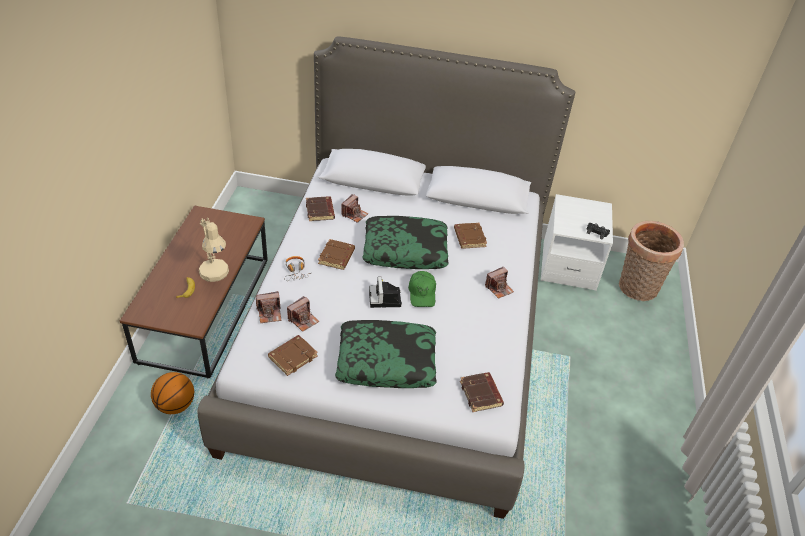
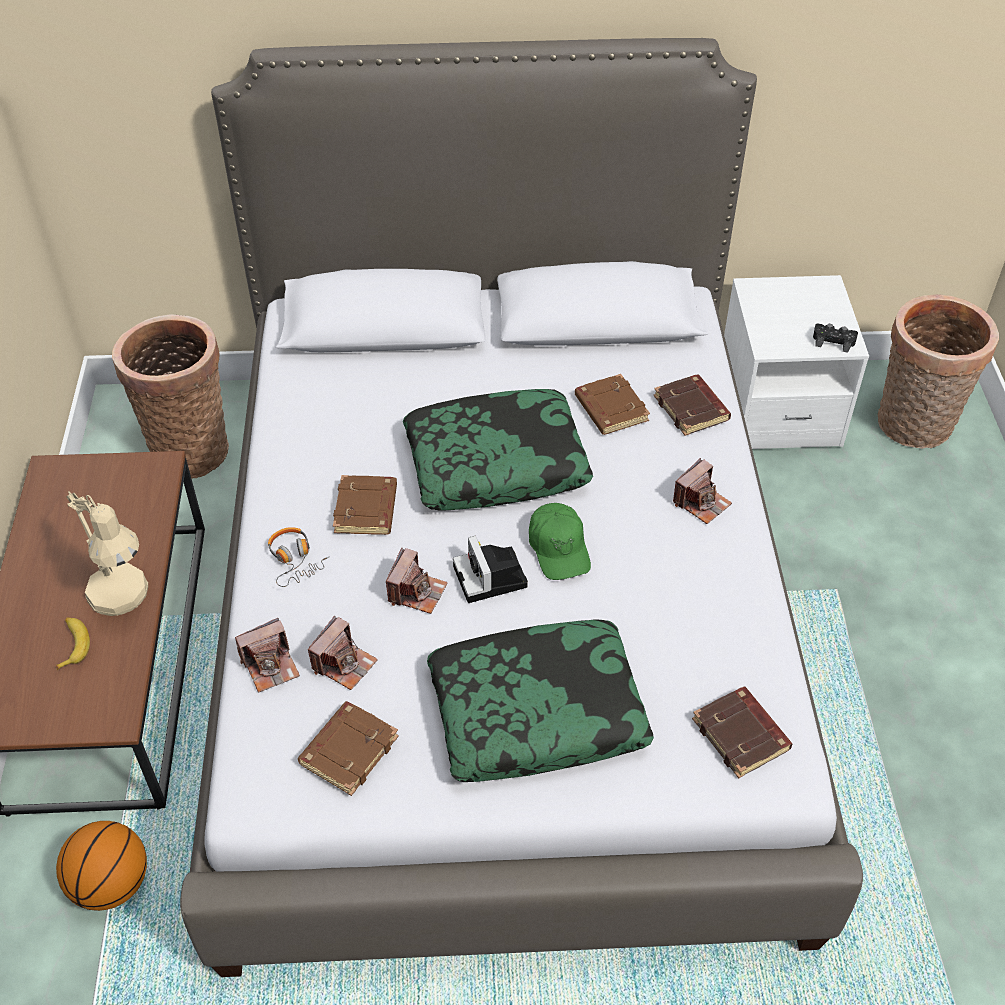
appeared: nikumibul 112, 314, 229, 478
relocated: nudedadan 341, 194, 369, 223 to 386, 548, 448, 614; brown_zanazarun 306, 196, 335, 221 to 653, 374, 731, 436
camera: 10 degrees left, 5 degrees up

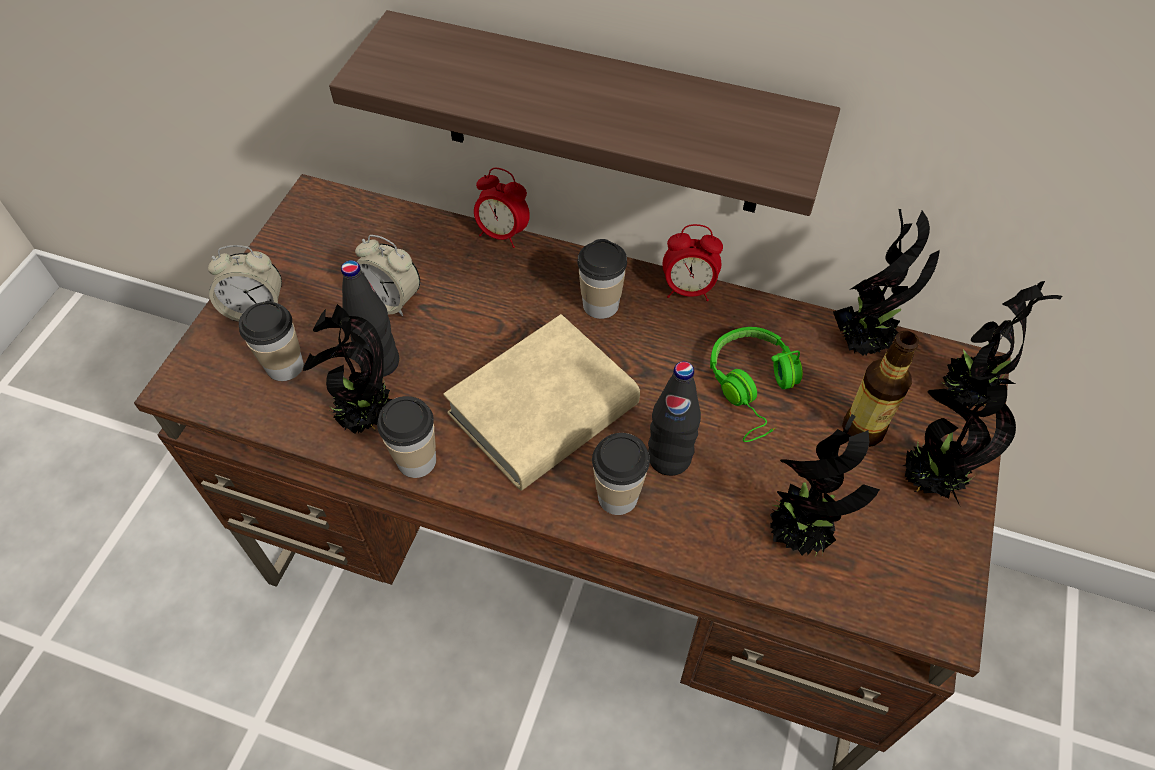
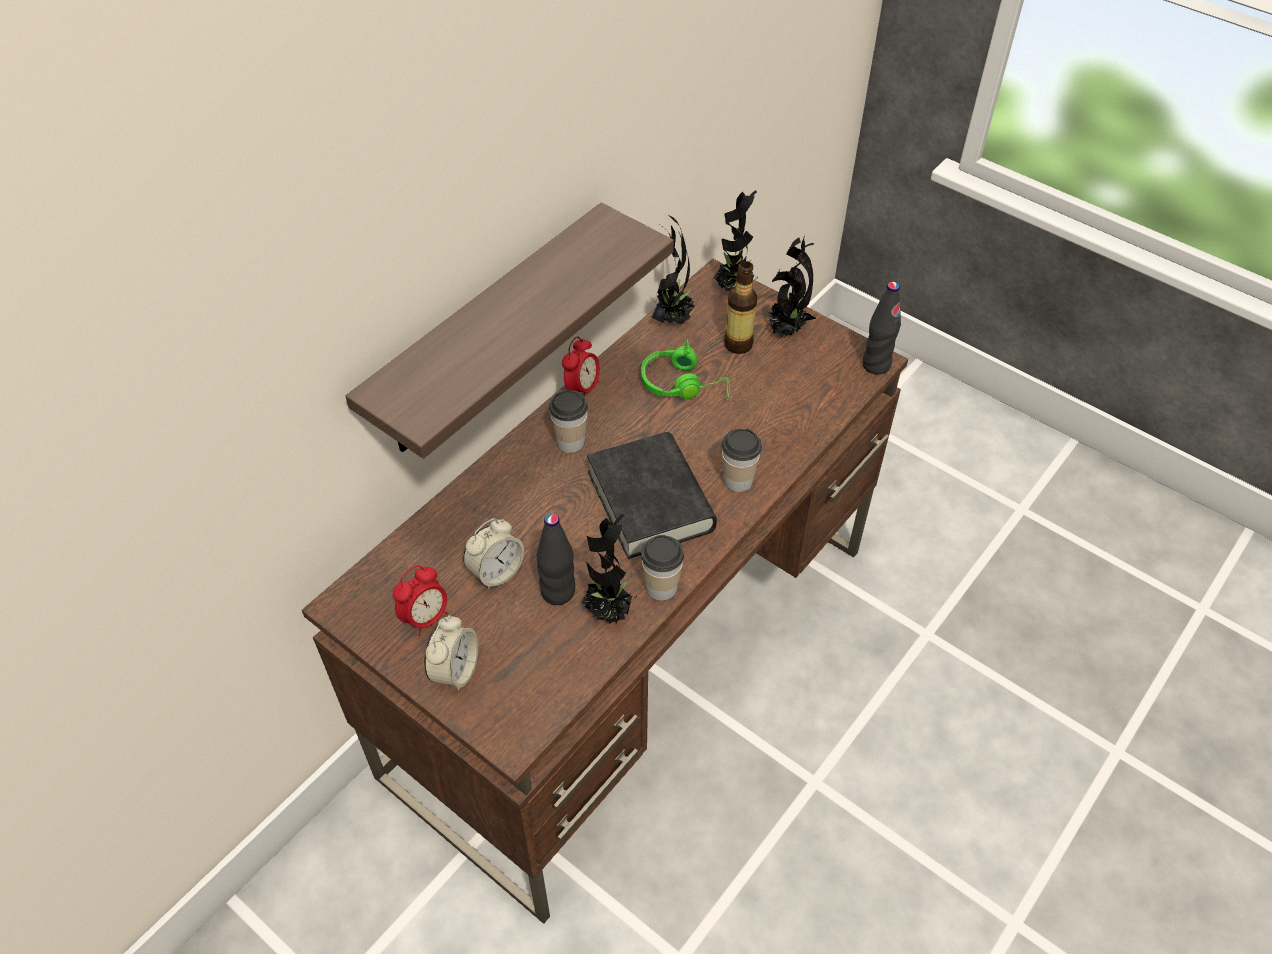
missing: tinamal 239, 301, 304, 381; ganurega 770, 414, 880, 556
relocated: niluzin 474, 168, 530, 248 to 393, 566, 448, 636; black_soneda 648, 361, 701, 476 to 862, 282, 901, 374
colour: beige_zanazarun 443, 314, 640, 490 to black_zanazarun 587, 432, 717, 559
camera: 70 degrees left, 5 degrees down

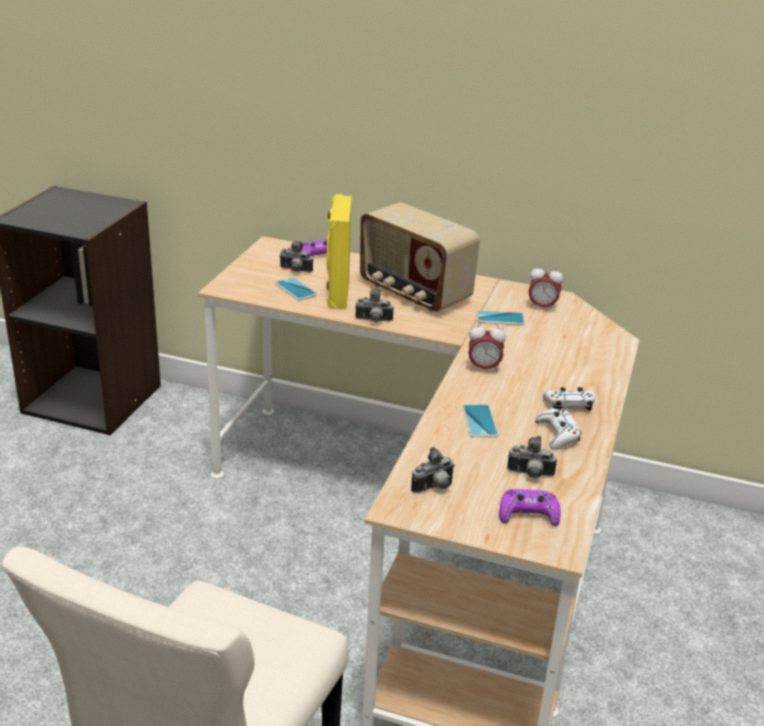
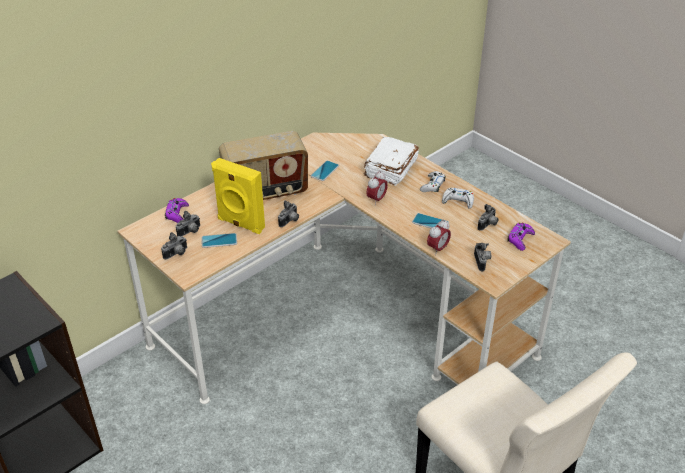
appeared: nudedadan 161, 232, 187, 259; white_zanazarun 364, 137, 419, 186
relocated: niluzin 528, 264, 563, 311 to 427, 219, 451, 255
camera: 60 degrees left, 10 degrees up

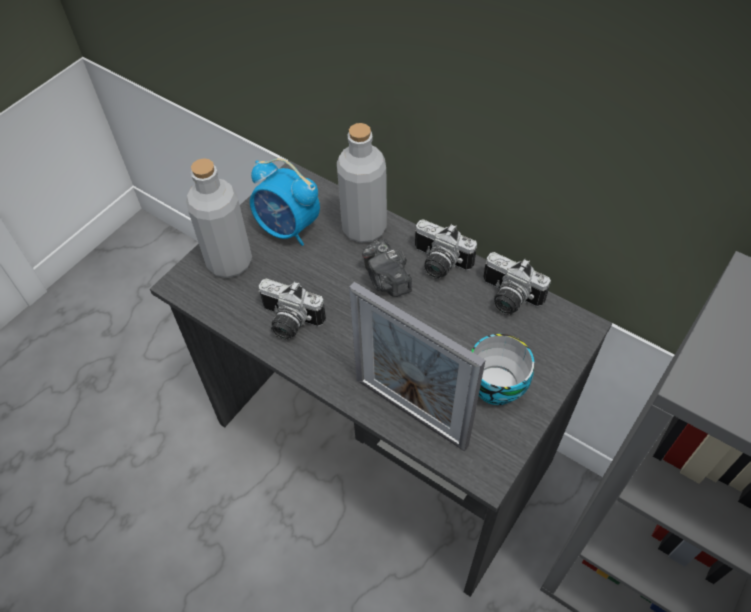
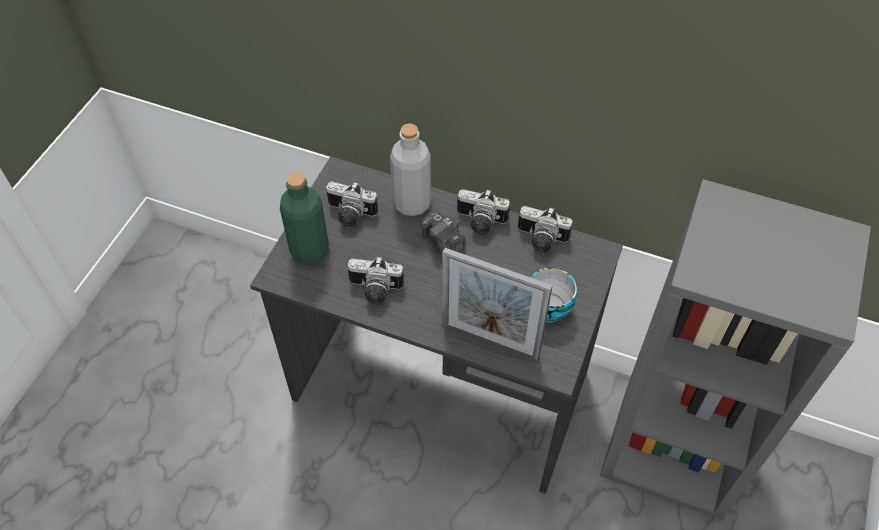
exchanged: niluzin 250, 158, 320, 246 to nudedadan 326, 181, 378, 227
colour: grey_soneda 186, 158, 252, 278 to green_soneda 280, 172, 329, 264
camera: 15 degrees left, 0 degrees up

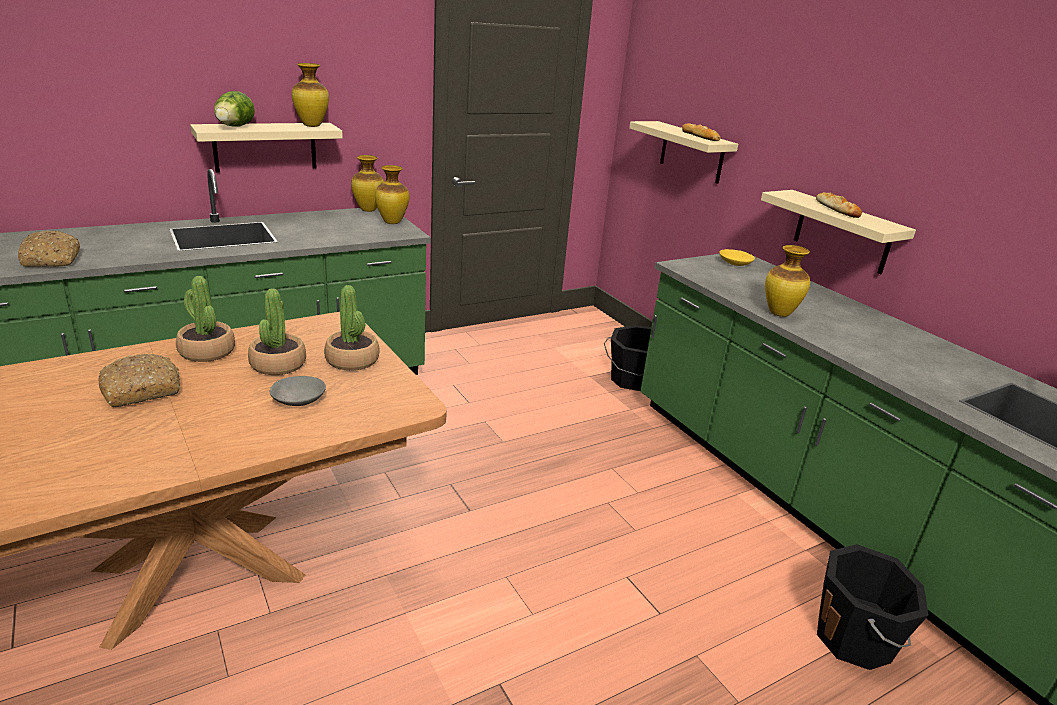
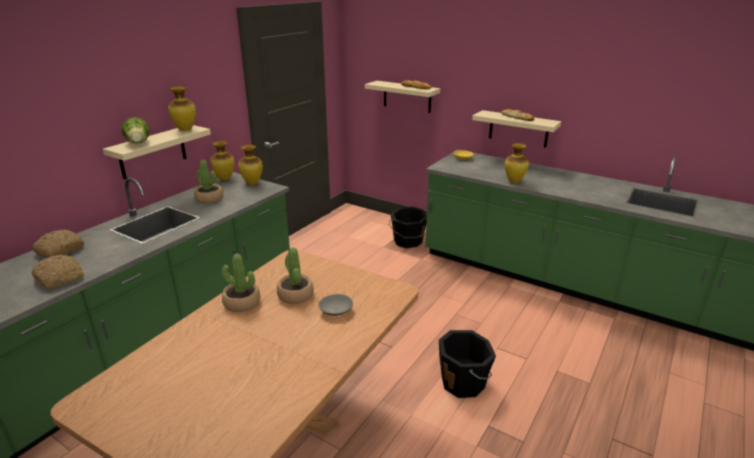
relocated: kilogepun 99, 354, 180, 407 to 33, 230, 84, 258; ganurega 324, 285, 380, 371 to 195, 160, 223, 204; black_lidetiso 817, 544, 929, 670 to 439, 330, 496, 398
camera: 25 degrees left, 0 degrees up

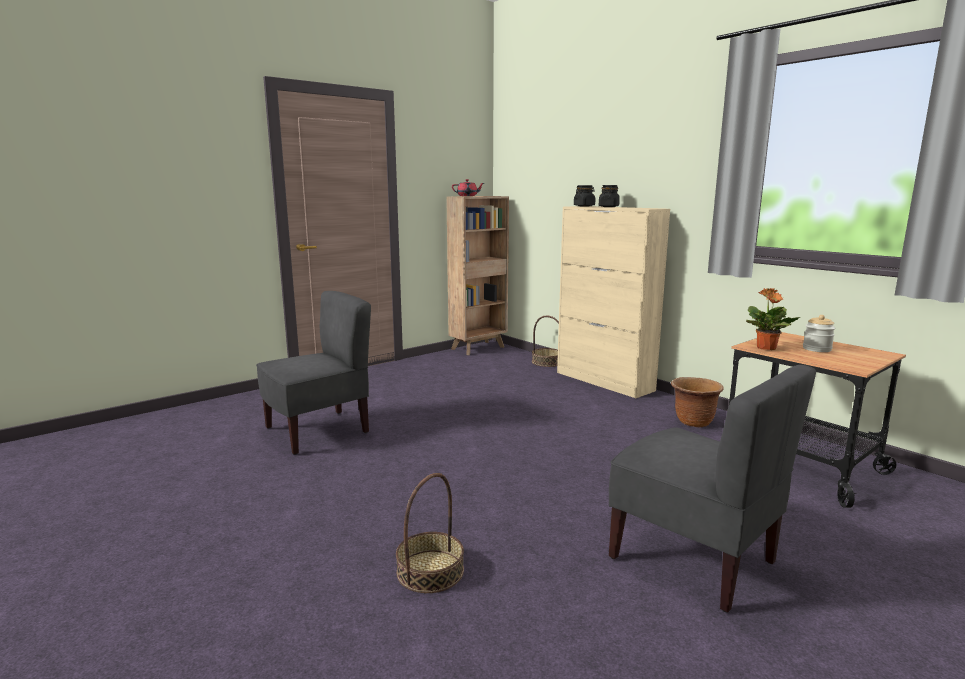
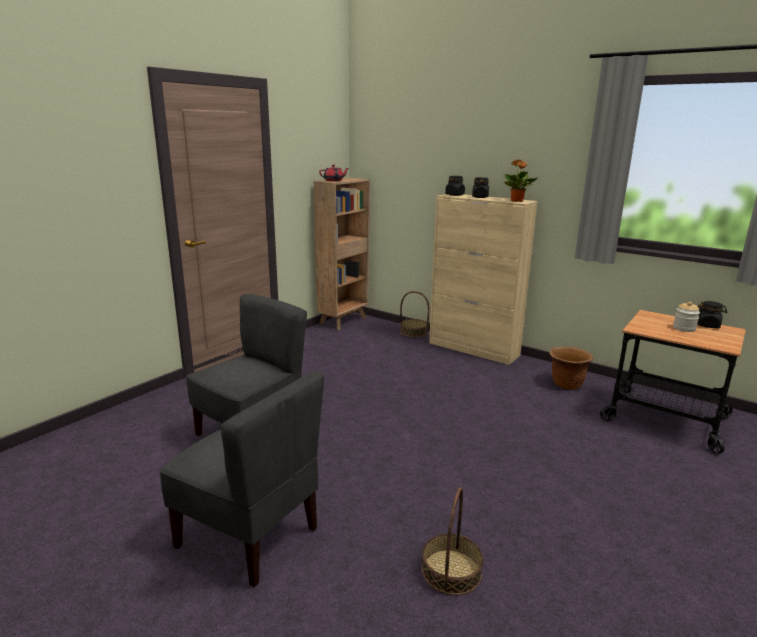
appeared: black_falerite 697, 301, 727, 328
relocated: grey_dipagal 609, 365, 816, 613 to 159, 371, 324, 587; ganurega 746, 288, 800, 350 to 504, 160, 538, 202
camera: 15 degrees left, 5 degrees up

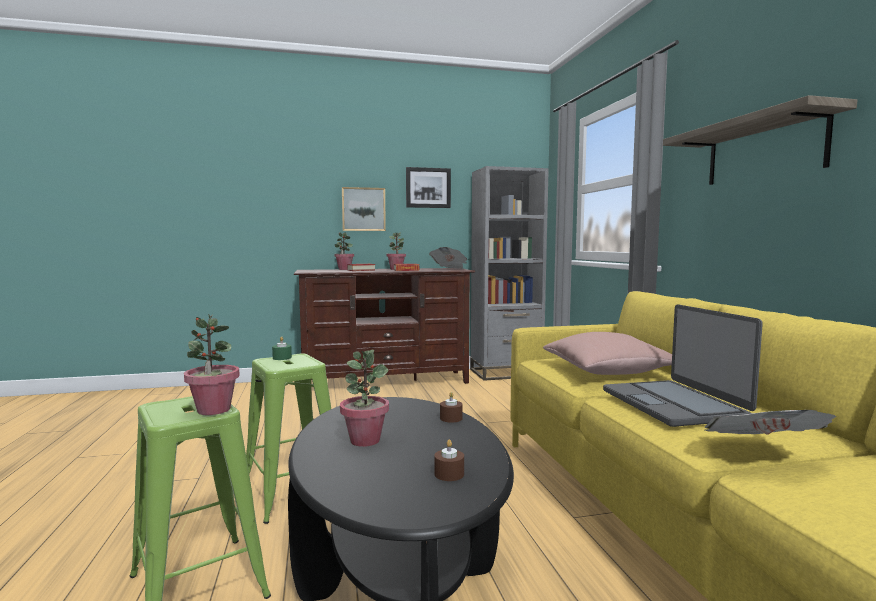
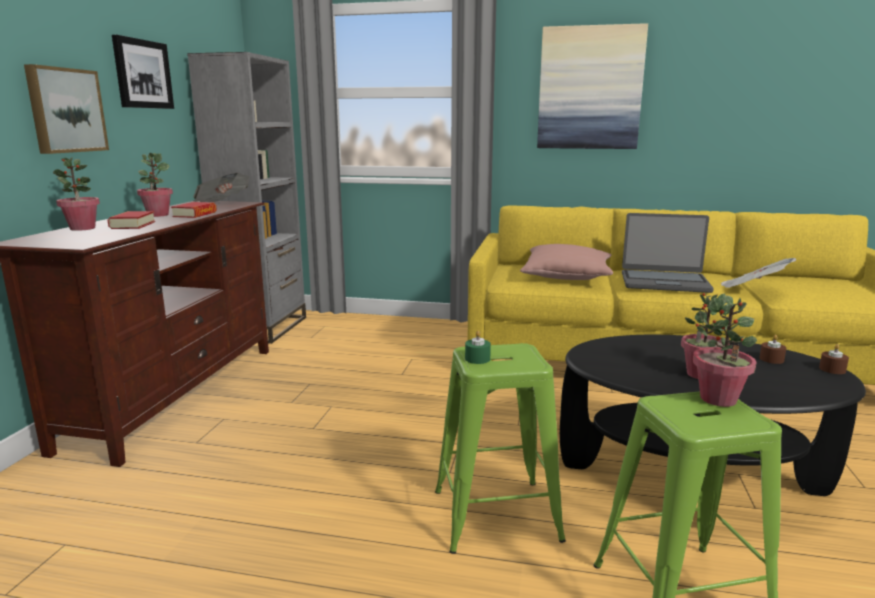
relocated: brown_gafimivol 440, 392, 463, 423 to 819, 344, 849, 374
exchanged: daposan 663, 95, 857, 185 to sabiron 537, 23, 648, 149
camera: 65 degrees left, 10 degrees up

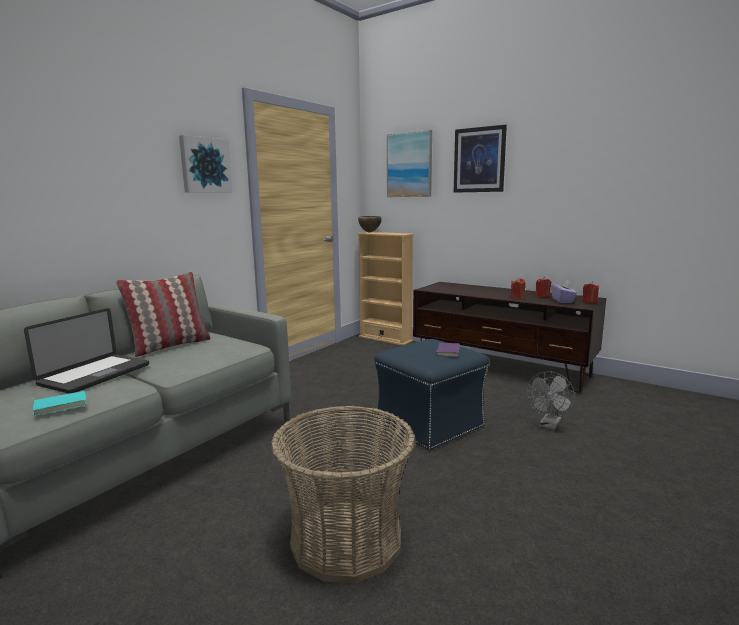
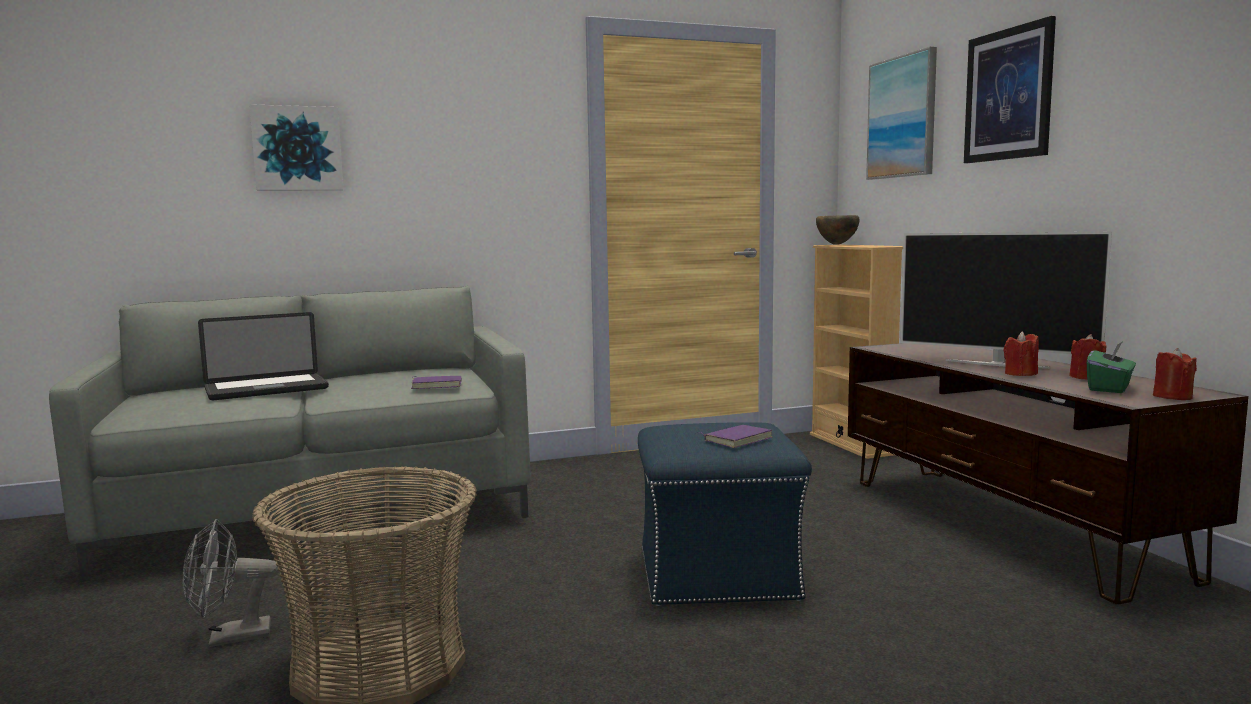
missing: turquoise_zanazarun 32, 391, 86, 416; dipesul 116, 272, 211, 357
appeared: purple_zanazarun 411, 376, 461, 389; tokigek 900, 232, 1112, 369
relocated: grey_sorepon 527, 371, 575, 430 to 182, 519, 279, 647; sabiron 179, 135, 232, 193 to 249, 104, 343, 190
colour: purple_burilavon 551, 280, 577, 303 to green_burilavon 1087, 341, 1136, 393
camera: 35 degrees right, 5 degrees down

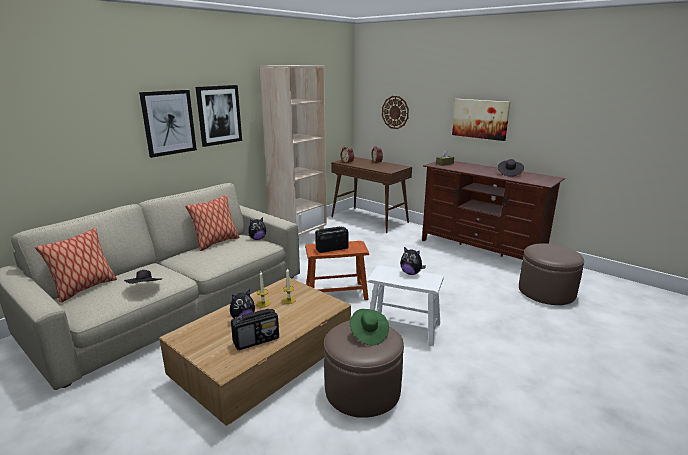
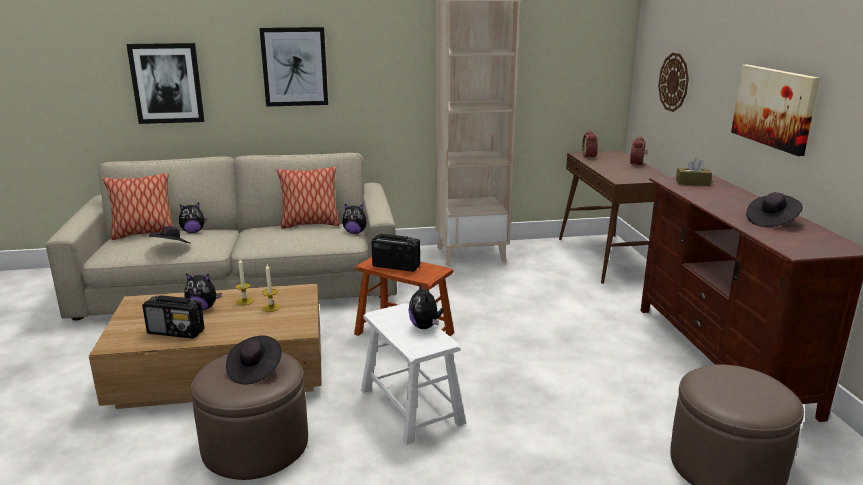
appeared: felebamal 179, 203, 207, 233
relocated: sabiron 196, 85, 242, 147 to 126, 43, 204, 124
colour: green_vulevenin 350, 309, 389, 346 to black_vulevenin 226, 335, 282, 384
camera: 40 degrees right, 0 degrees up

